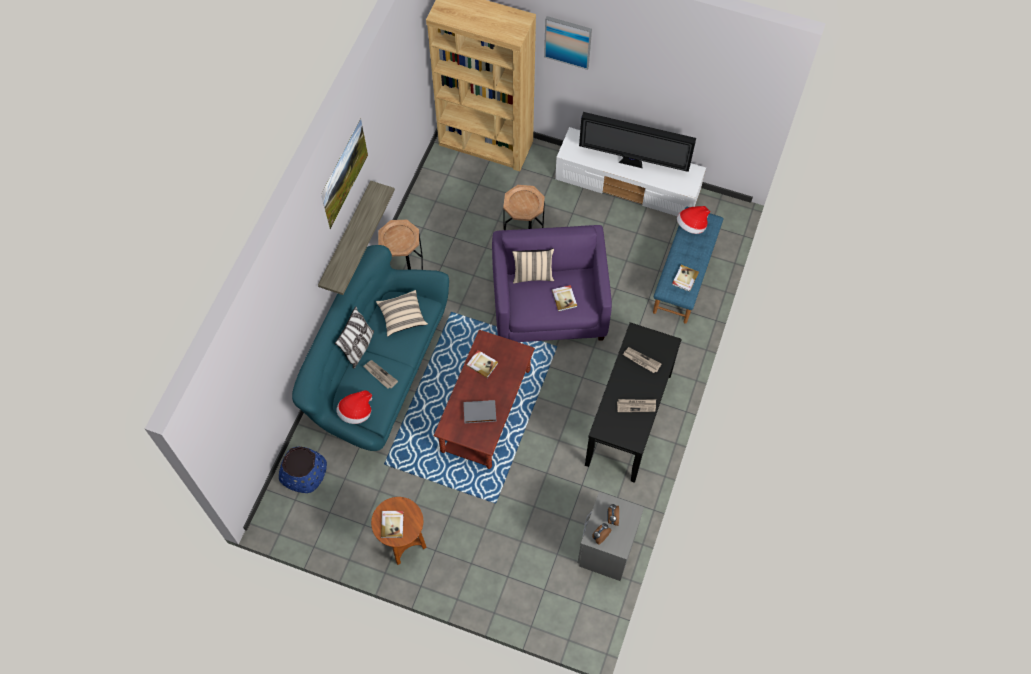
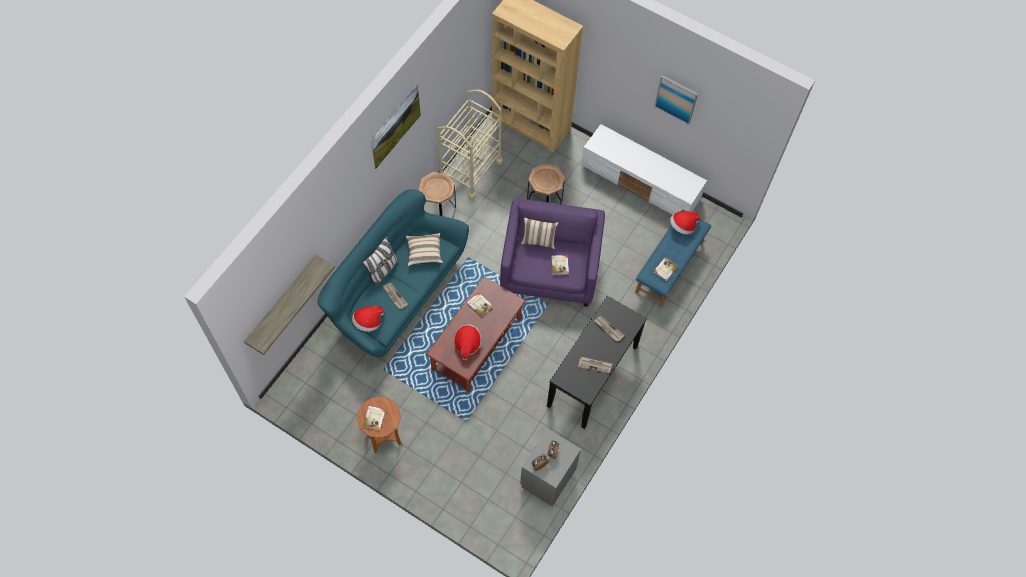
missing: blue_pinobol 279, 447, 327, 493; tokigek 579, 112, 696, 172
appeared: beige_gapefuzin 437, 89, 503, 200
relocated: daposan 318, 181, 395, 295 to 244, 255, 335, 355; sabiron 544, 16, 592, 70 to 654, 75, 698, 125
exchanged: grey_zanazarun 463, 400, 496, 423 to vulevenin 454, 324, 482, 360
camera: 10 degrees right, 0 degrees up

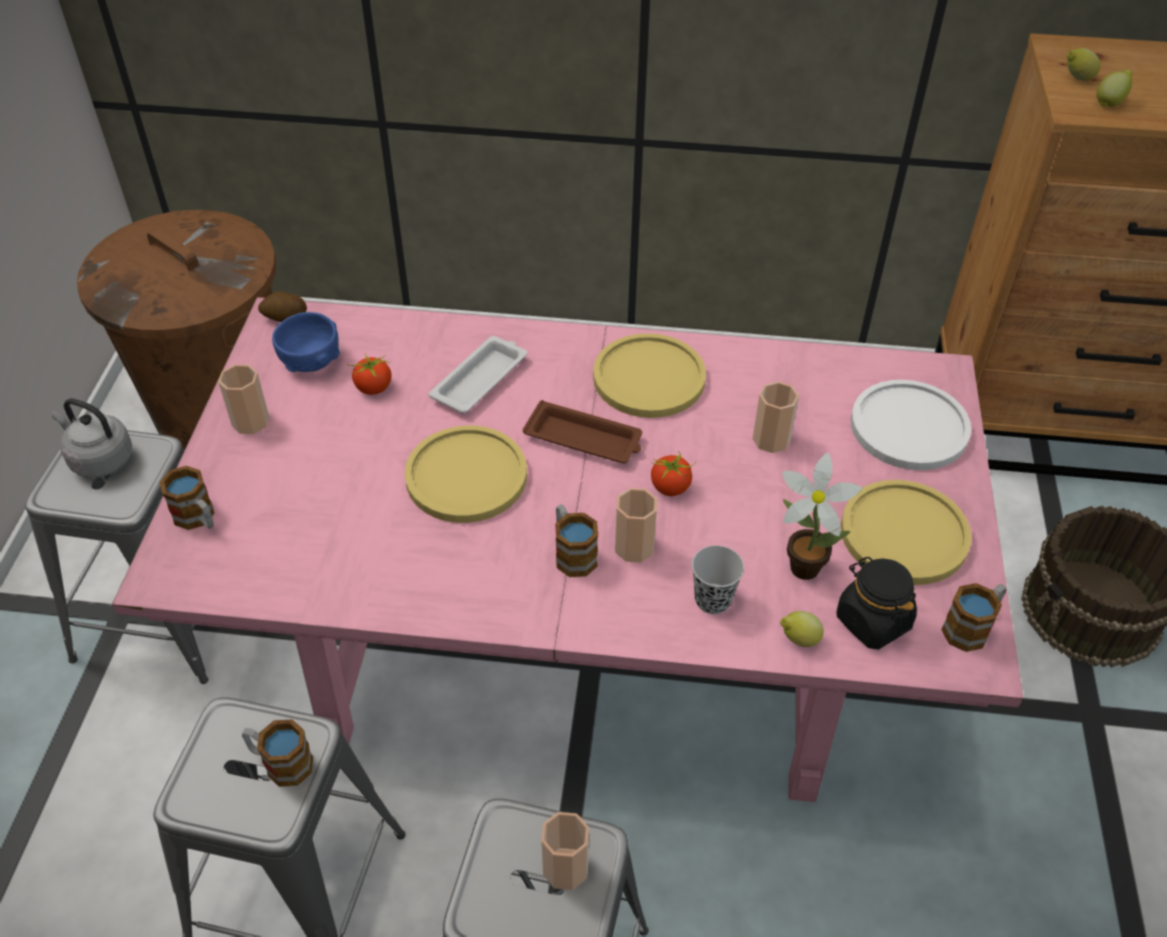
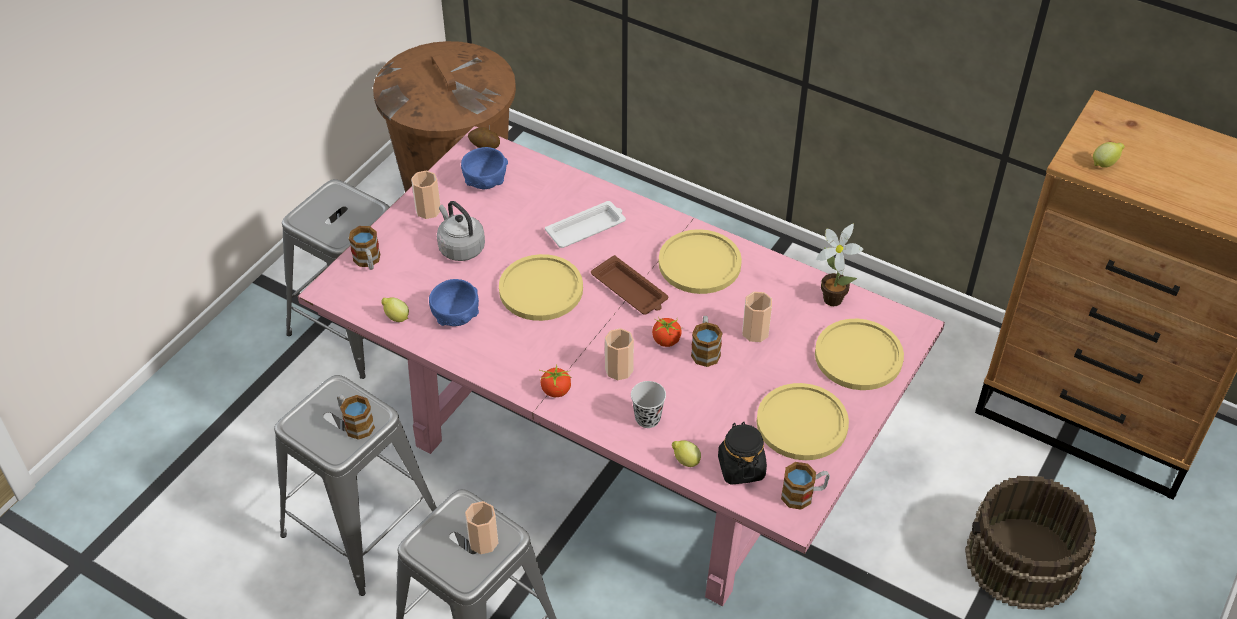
appeared: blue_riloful 429, 279, 479, 326
relocated: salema 1067, 48, 1100, 81 to 382, 298, 409, 322; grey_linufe 52, 398, 133, 478 to 437, 201, 485, 261; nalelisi 347, 353, 392, 395 to 540, 364, 572, 397; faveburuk 555, 505, 598, 577 to 691, 316, 723, 367; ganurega 782, 453, 863, 580 to 816, 224, 864, 306
colour: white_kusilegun 851, 380, 971, 470 to yellow_kusilegun 815, 319, 904, 390
camera: 25 degrees right, 0 degrees up

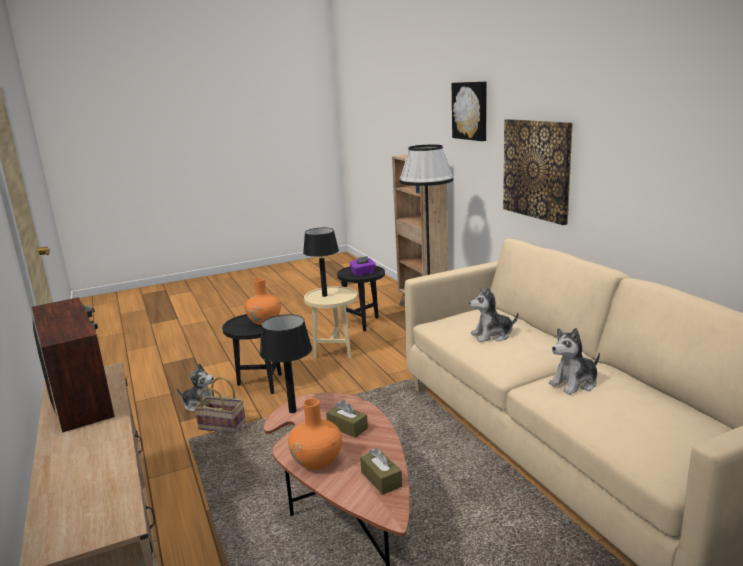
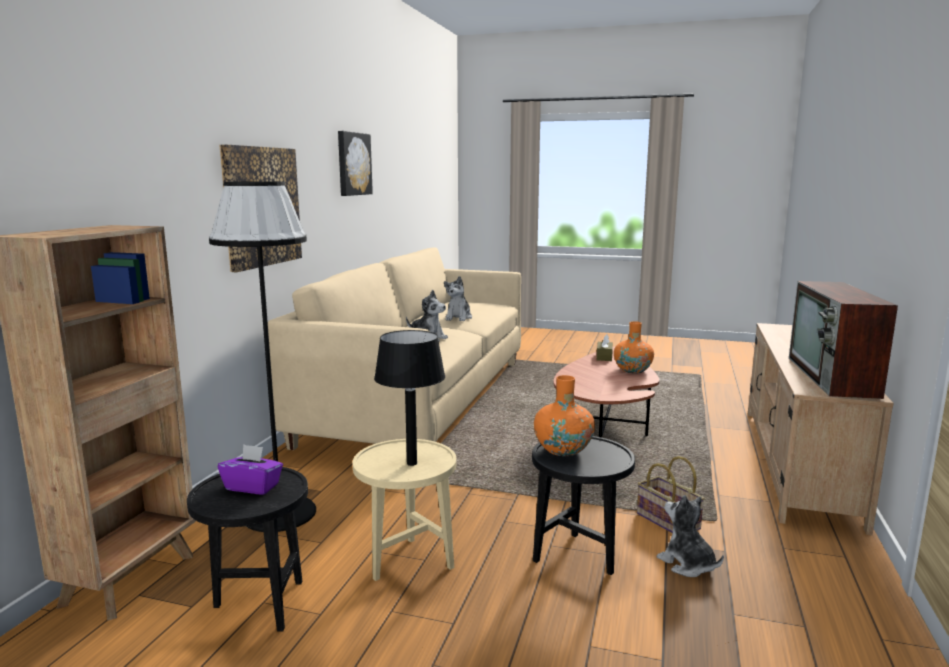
missing: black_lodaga 260, 314, 312, 413; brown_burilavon 326, 400, 368, 438
relocated: sabiron 452, 81, 487, 141 to 338, 131, 373, 196
spun: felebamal 549, 328, 600, 395 = 444, 276, 472, 321 90 degrees clockwise
camera: 140 degrees left, 5 degrees down

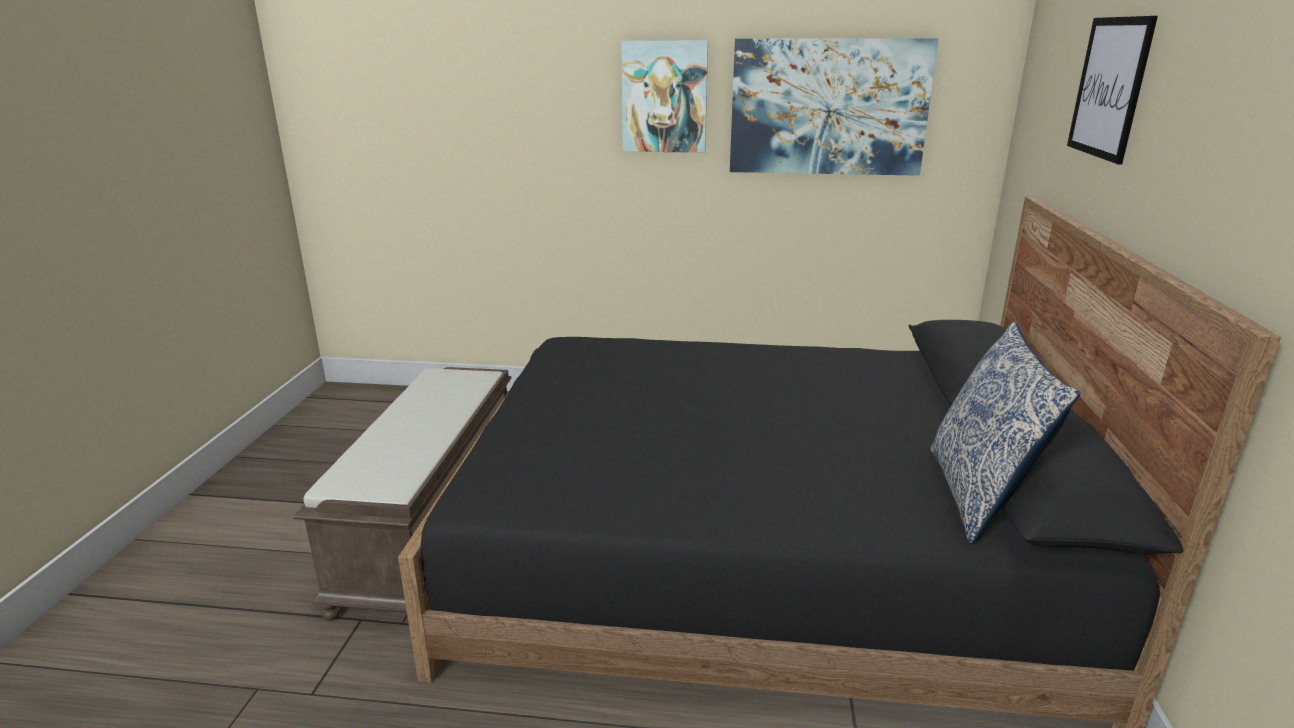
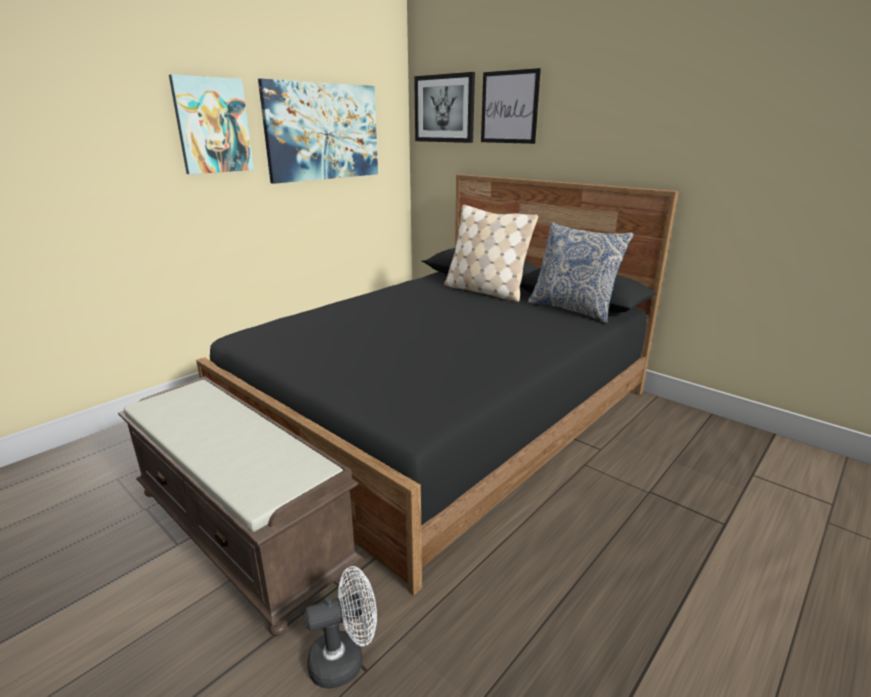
appeared: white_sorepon 304, 566, 377, 689; sabiron 414, 72, 475, 143; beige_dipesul 444, 205, 538, 302
camera: 55 degrees left, 0 degrees up

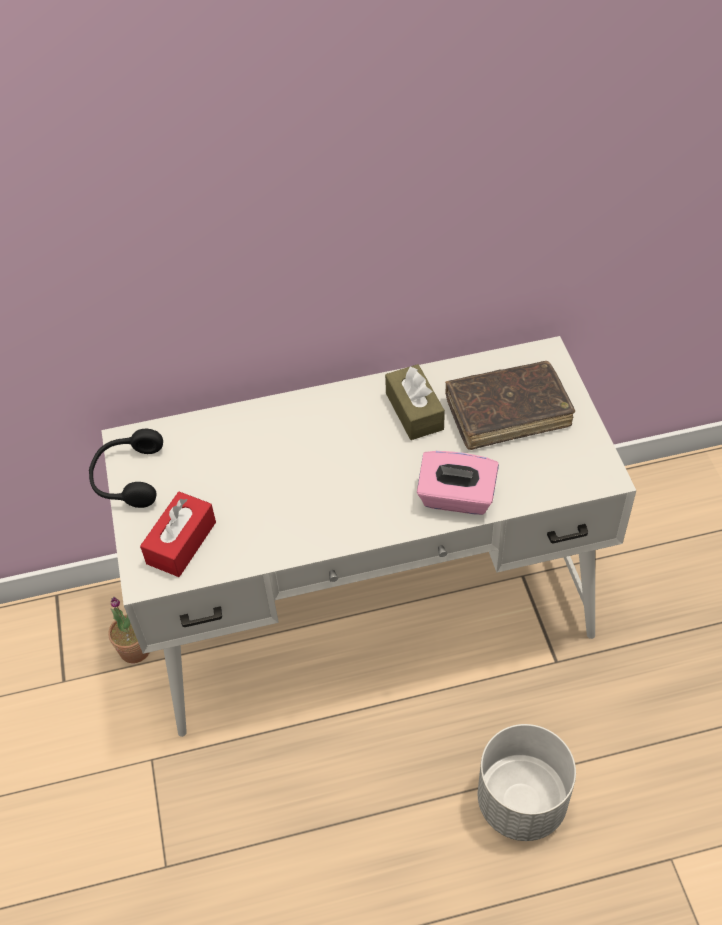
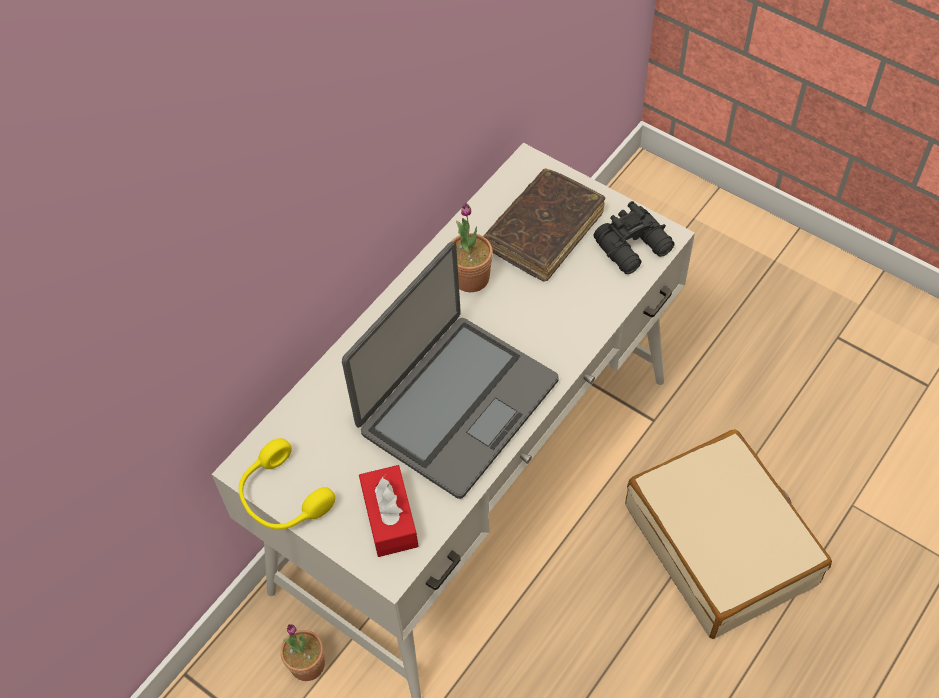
missing: pink_burilavon 417, 451, 499, 515
appeared: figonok 342, 241, 559, 499; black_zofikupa 594, 201, 674, 274
exchanged: brown_burilavon 385, 364, 445, 440 to ganurega 452, 203, 493, 292; grey_pinobol 478, 724, 576, 841 to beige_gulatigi 626, 429, 832, 639
colour: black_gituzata 89, 429, 163, 508 to yellow_gituzata 239, 438, 335, 530
camera: 40 degrees left, 5 degrees up

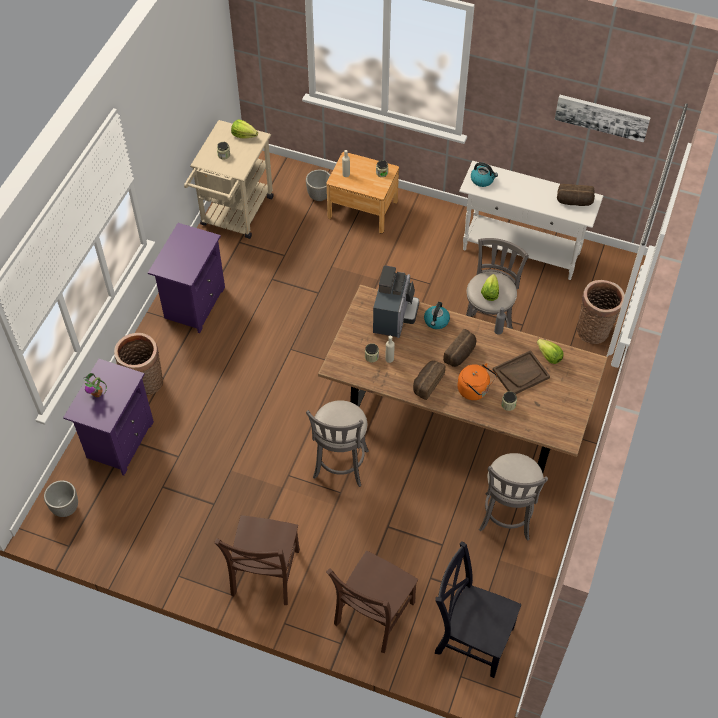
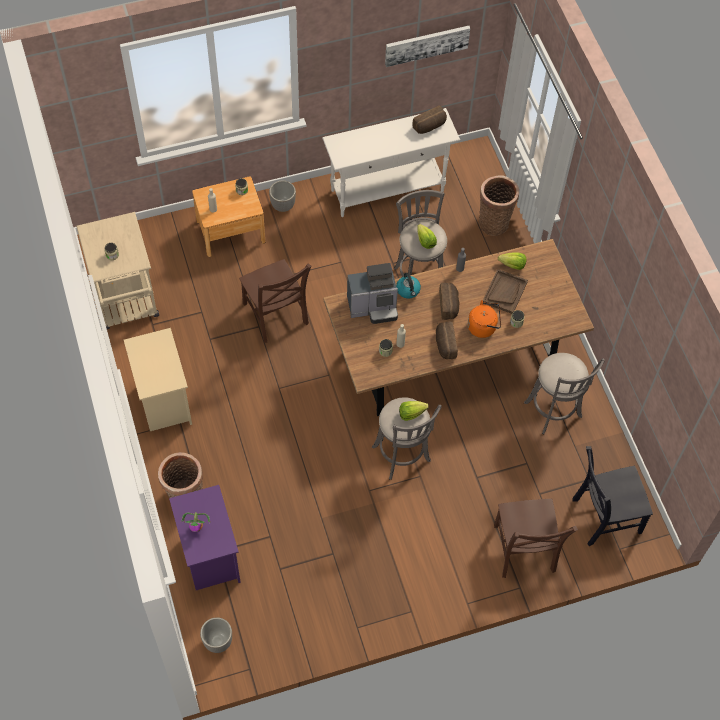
missing: linufe 471, 162, 498, 187
relocated: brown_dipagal 214, 515, 300, 605 to 239, 259, 311, 343; pinobol 306, 170, 330, 201 to 269, 180, 296, 212; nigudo 231, 120, 258, 139 to 399, 401, 429, 421
colour: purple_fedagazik 148, 223, 225, 333 to beige_fedagazik 124, 328, 192, 431
spun: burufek 373, 265, 419, 338 = 347, 263, 398, 324 105 degrees clockwise
camera: 40 degrees left, 5 degrees up

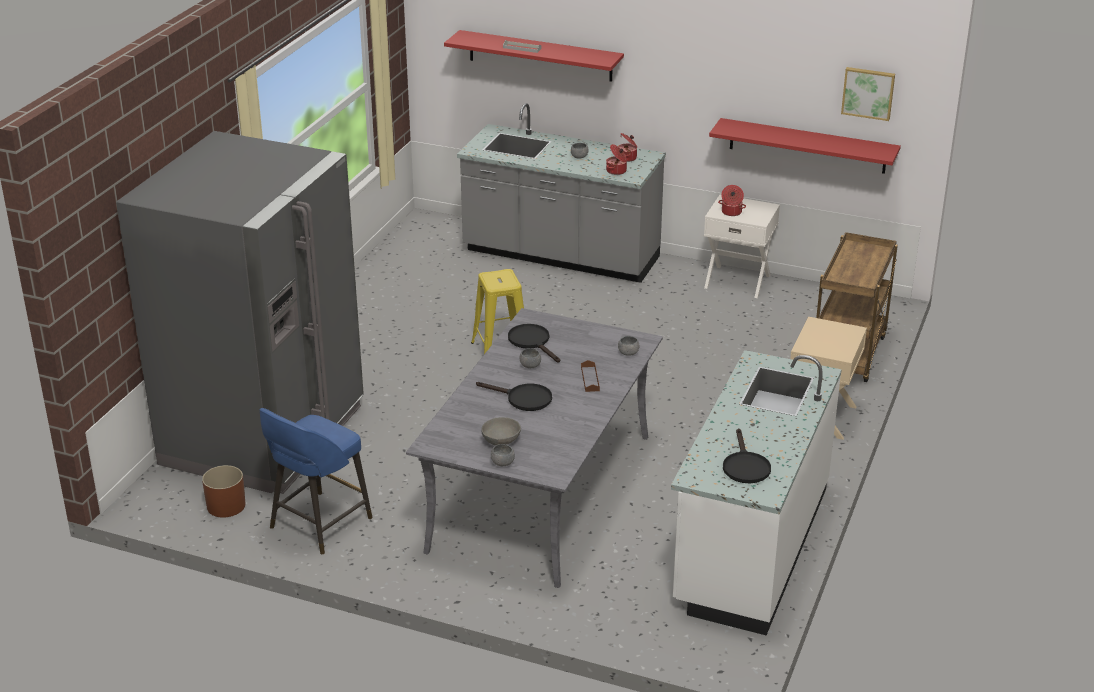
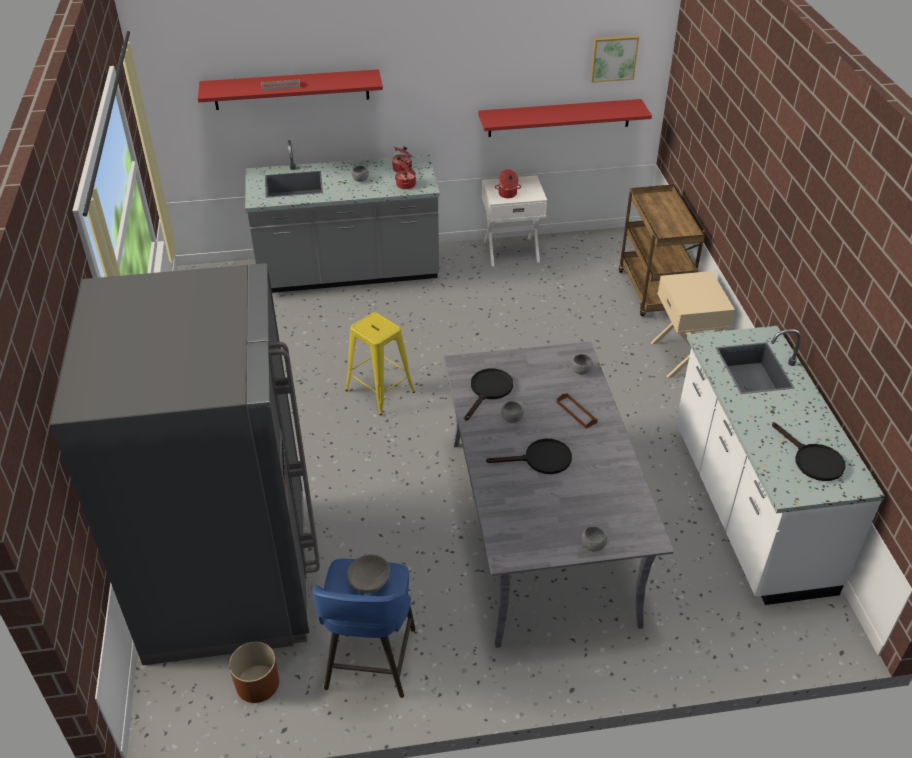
relocated: grey_riloful 481, 417, 521, 446 to 347, 555, 390, 593
spun: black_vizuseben 508, 324, 560, 362 = 464, 369, 513, 421 90 degrees clockwise
camera: 30 degrees left, 10 degrees up

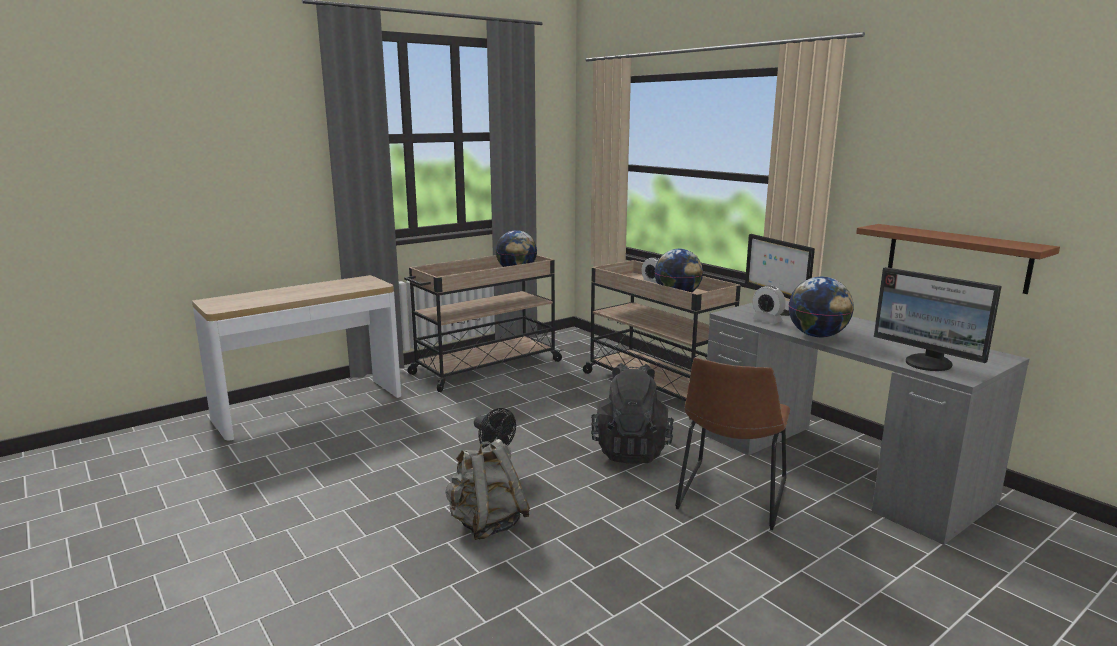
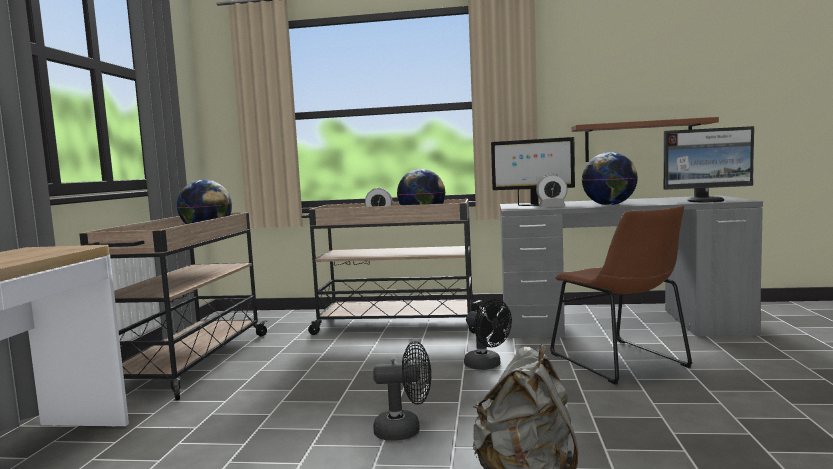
exchanged: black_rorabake 591, 363, 674, 464 to black_sorepon 464, 299, 512, 370
camera: 45 degrees left, 10 degrees down

